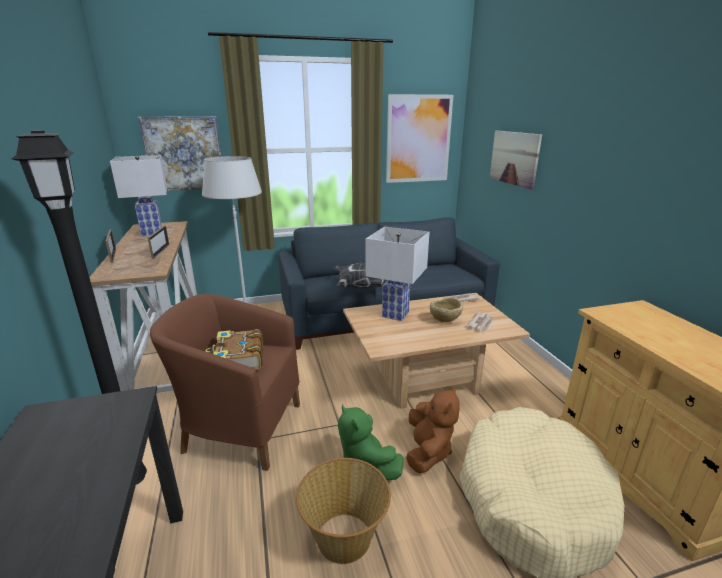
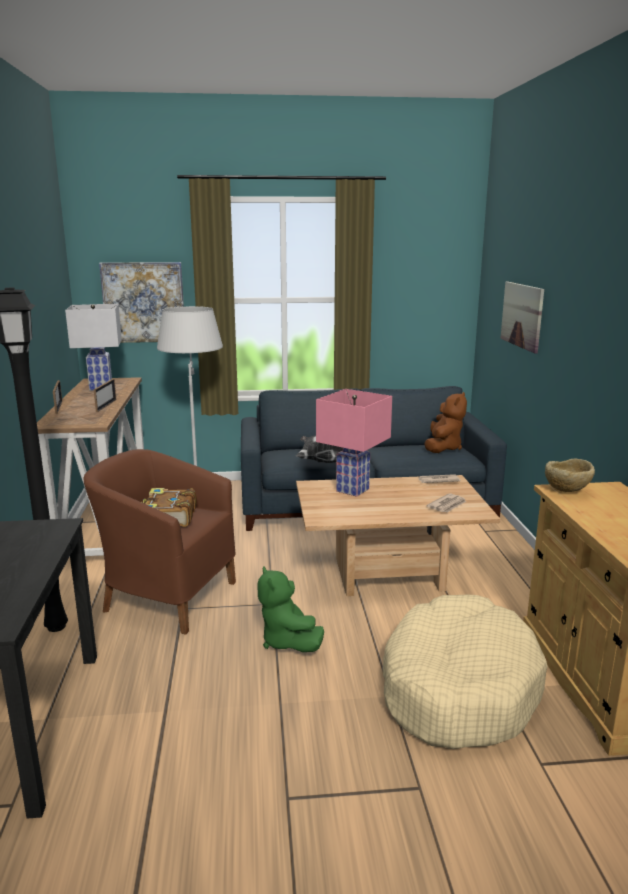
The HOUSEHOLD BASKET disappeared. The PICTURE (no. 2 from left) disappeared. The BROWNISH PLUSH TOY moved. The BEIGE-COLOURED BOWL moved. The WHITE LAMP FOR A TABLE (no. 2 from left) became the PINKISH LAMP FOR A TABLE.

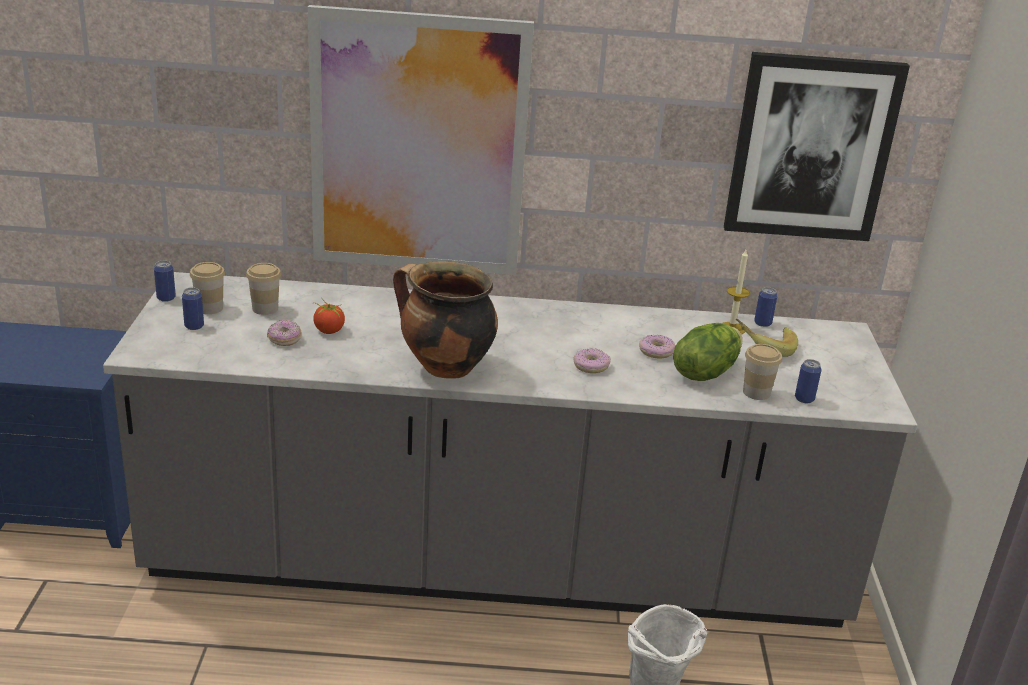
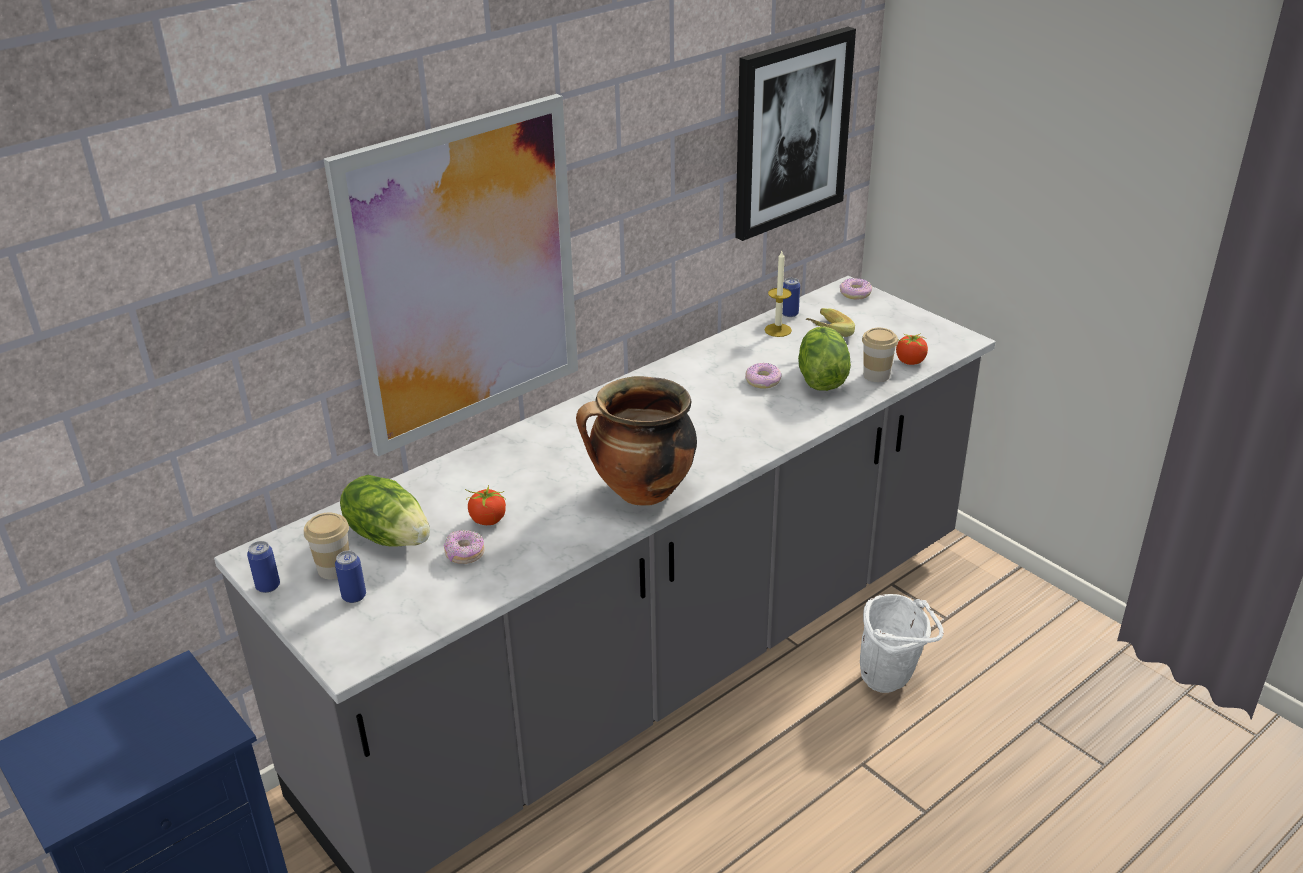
The RING DOUGHNUT (no. 2 from left in the first image) moved. The SMALL CUP (no. 2 from left) was replaced by the LETTUCE (no. 1 from left). The SEALED CAN (no. 4 from left) was replaced by the WHOLE TOMATO (no. 2 from left).

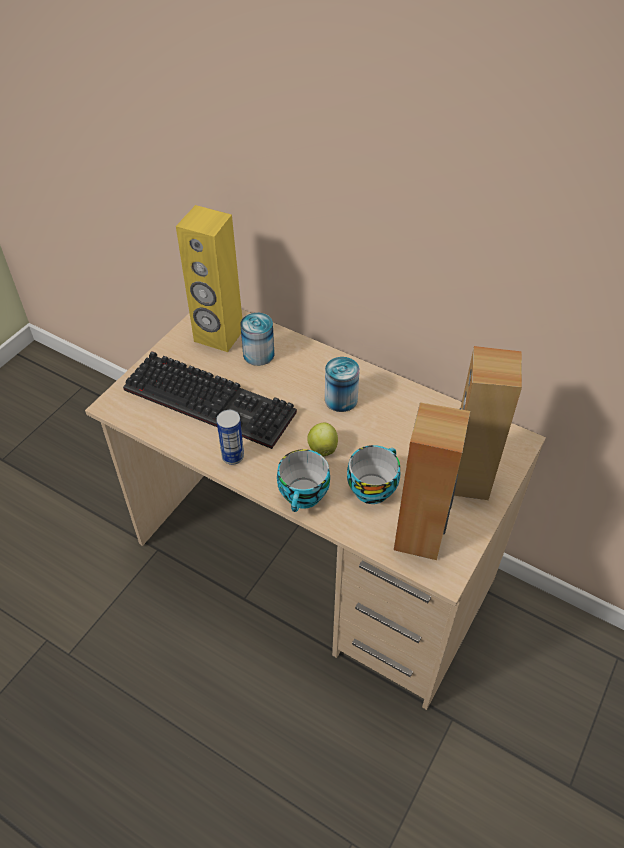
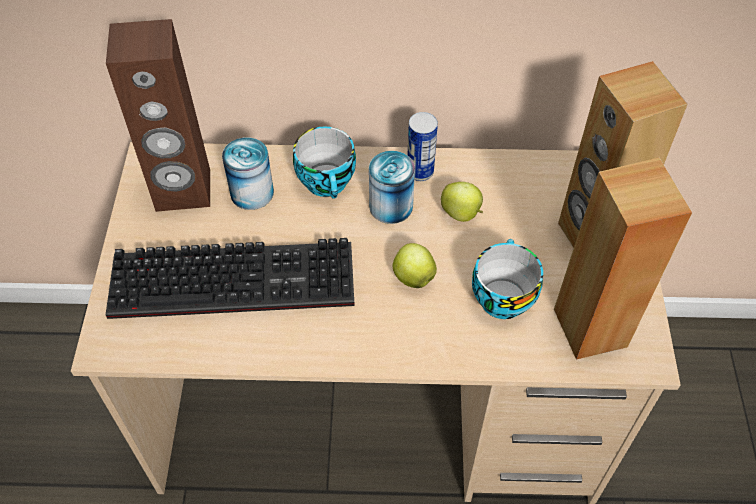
The APPLE FRUIT (no. 2 from left) appeared. The SEALED CAN (no. 1 from left in the first image) moved. The SMALL CUP (no. 1 from left) moved. The YELLOW-COLOURED AUDIO SPEAKER became the BROWNISH AUDIO SPEAKER (no. 1 from left).

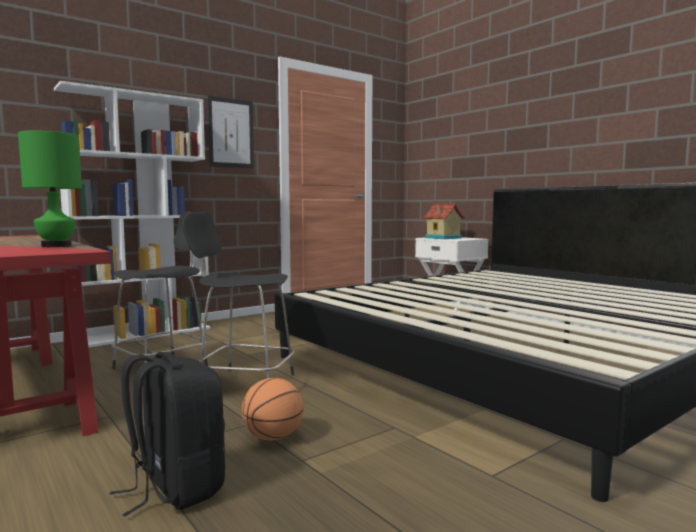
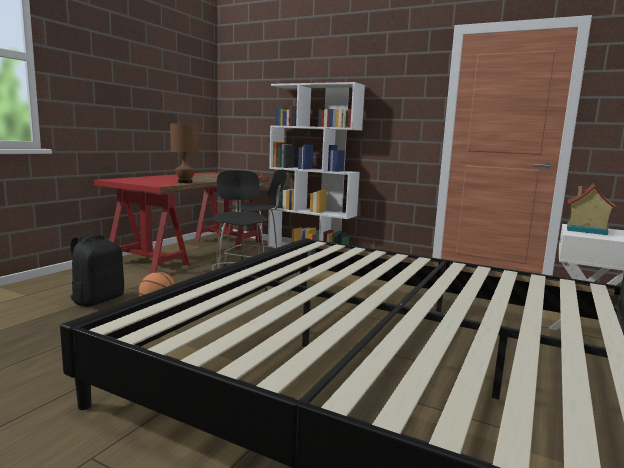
The PICTURE disappeared. The GREEN-COLOURED LAMP FOR A TABLE became the BROWNISH LAMP FOR A TABLE.

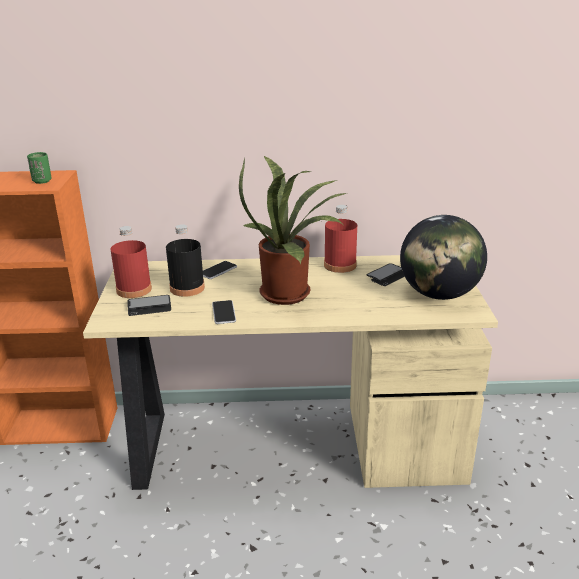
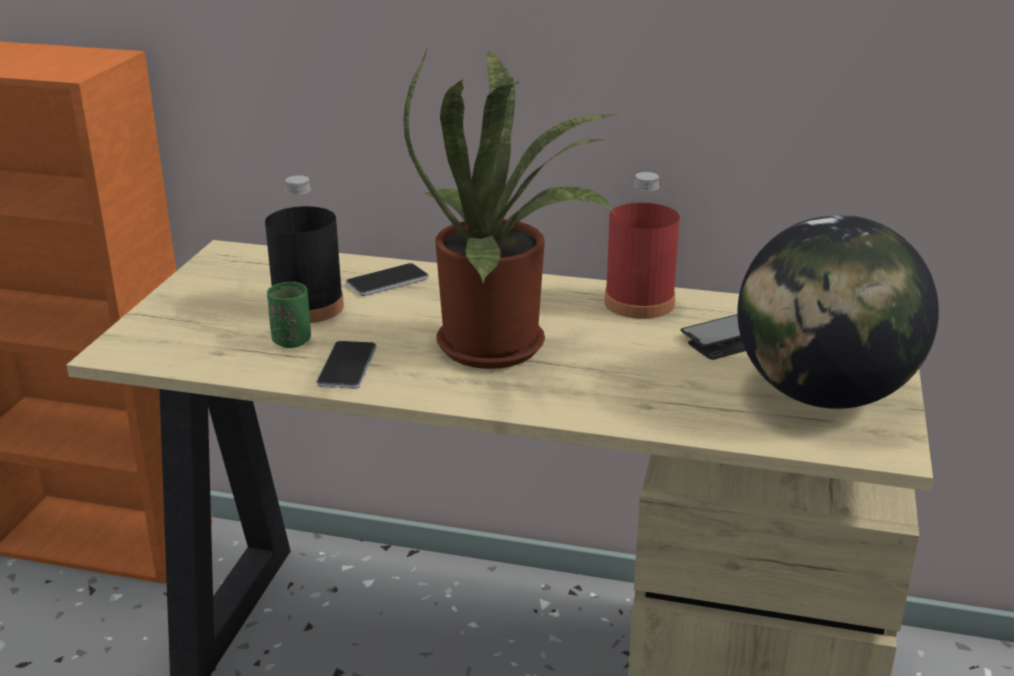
The REDDISH BOTTLE (no. 1 from left) disappeared. The TELEPHONE (no. 1 from left) disappeared. The GREEN-COLOURED SMALL CUP moved.

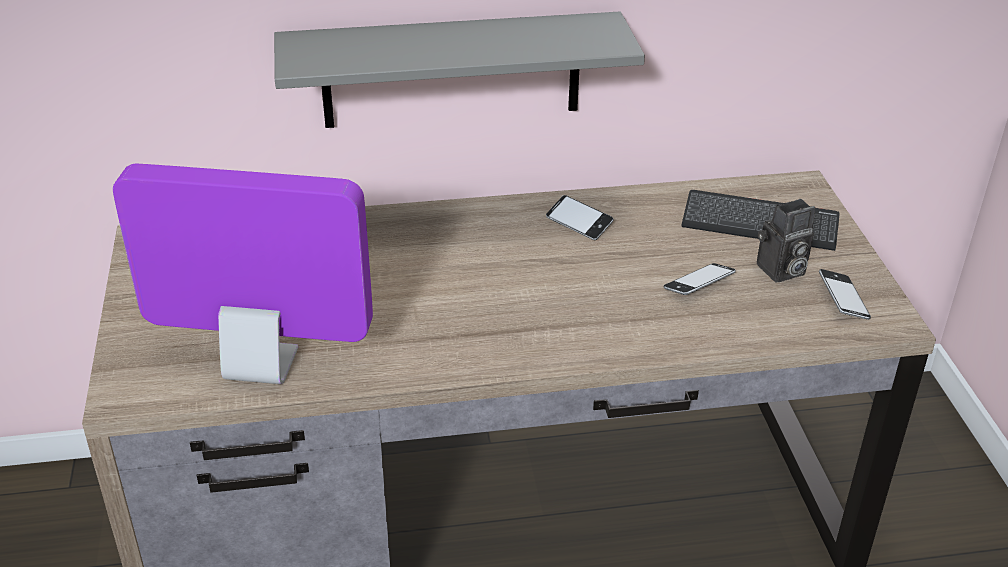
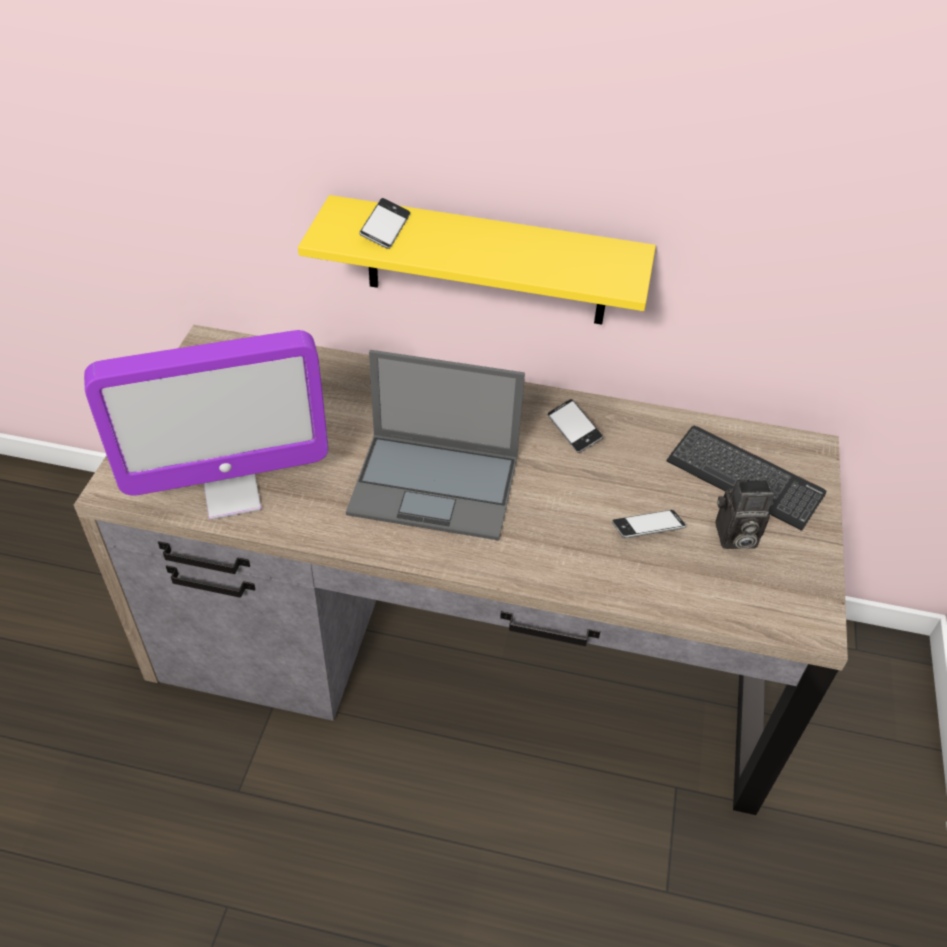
The NOTEBOOK COMPUTER appeared. The TELEPHONE (no. 3 from left in the first image) moved. The GREYISH WALL SHELF became the YELLOW-COLOURED WALL SHELF. The COMPUTER SCREEN turned 135 degrees clockwise.

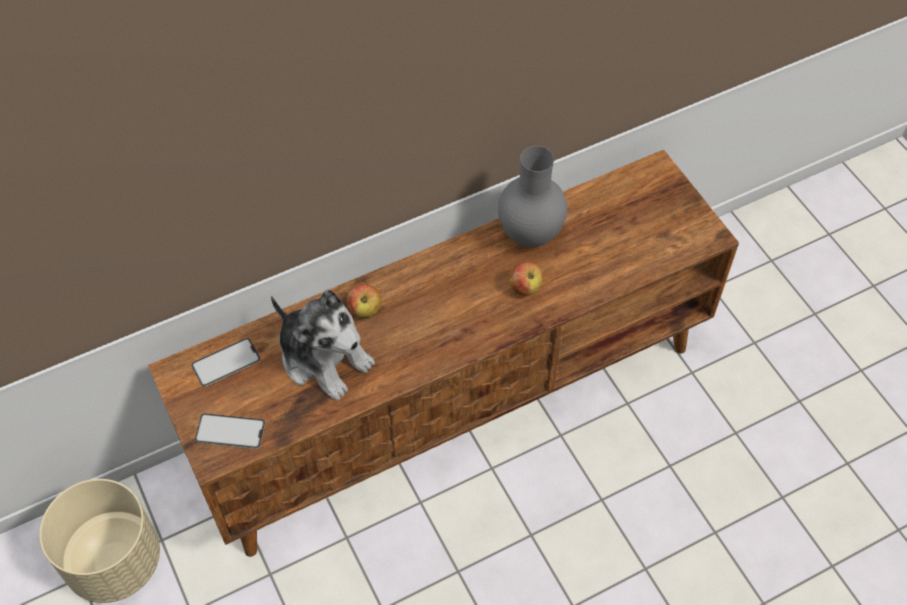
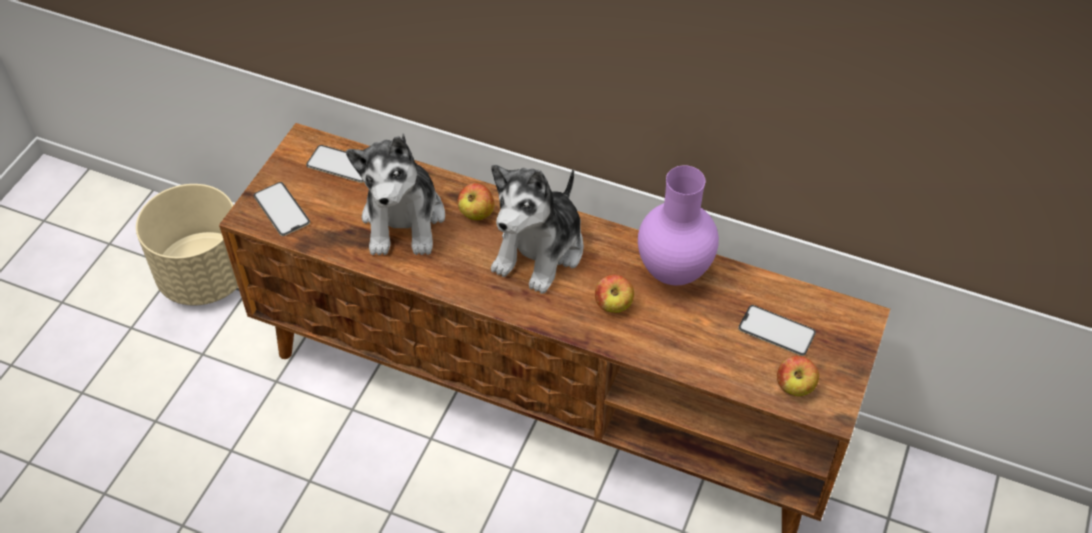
The PLUSH TOY (no. 2 from left) appeared. The TELEPHONE (no. 3 from left) appeared. The APPLE FRUIT (no. 3 from left) appeared. The GREYISH VASE became the PURPLE-COLOURED VASE.

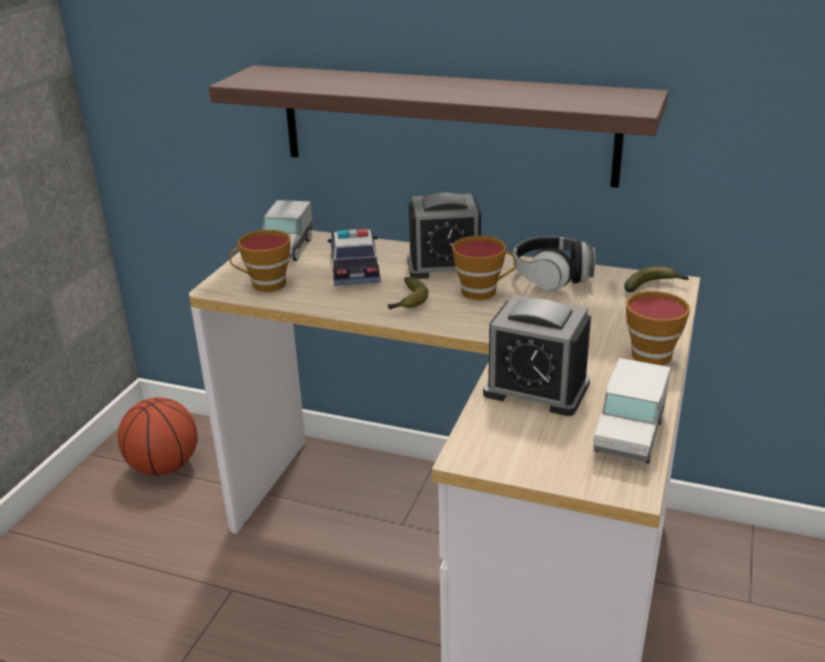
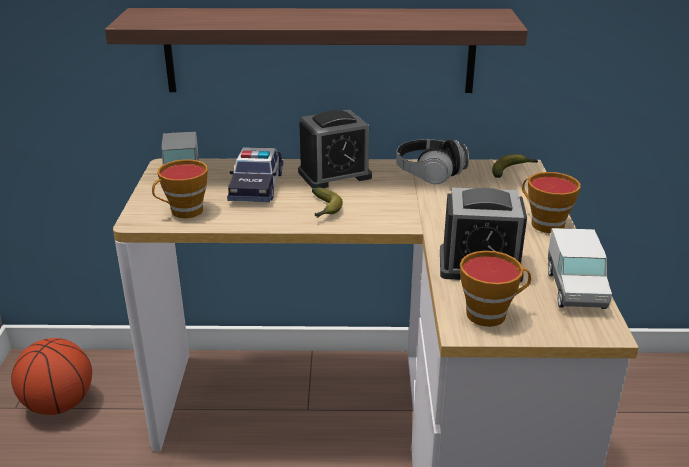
The SMALL CUP (no. 2 from left) moved. The MINIATURE CAR turned 150 degrees counterclockwise.

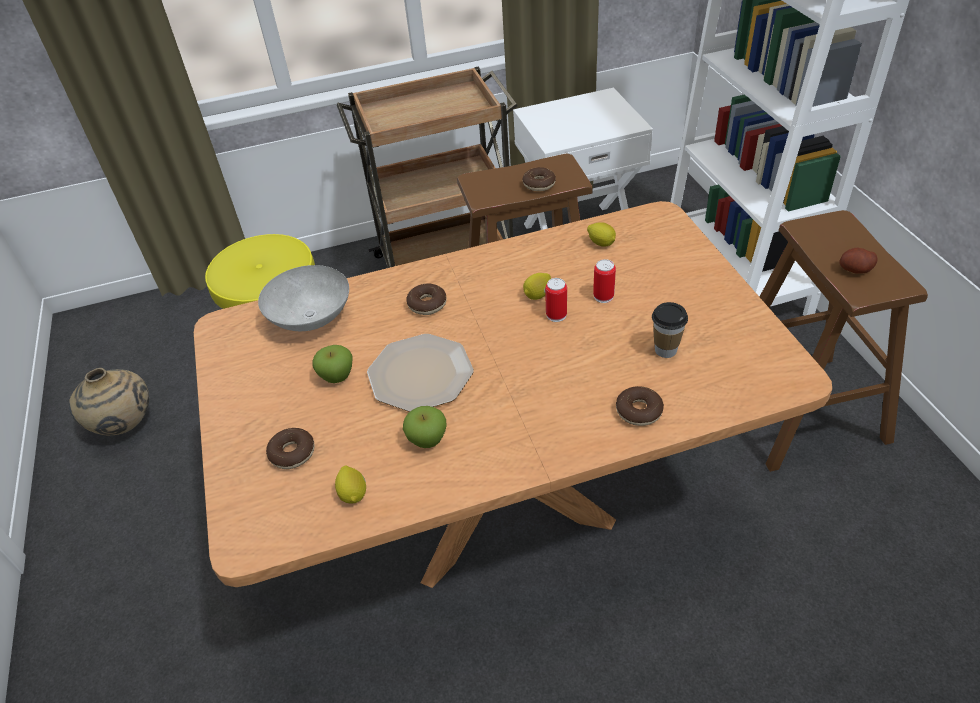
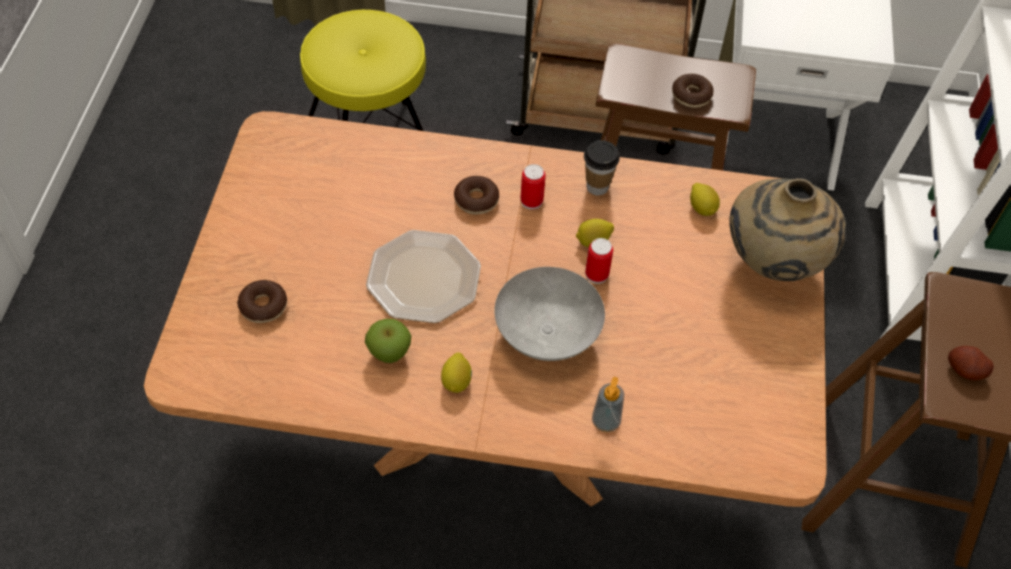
The APPLE FRUIT (no. 1 from left) disappeared. The BEIGE-COLOURED VASE moved. The GREYISH BOWL moved. The CITRUS FRUIT (no. 1 from left) moved. The SEALED CAN (no. 2 from left in the first image) moved. The SMALL CUP moved. The RING DOUGHNUT (no. 4 from left) was replaced by the SOAP DISPENSER.

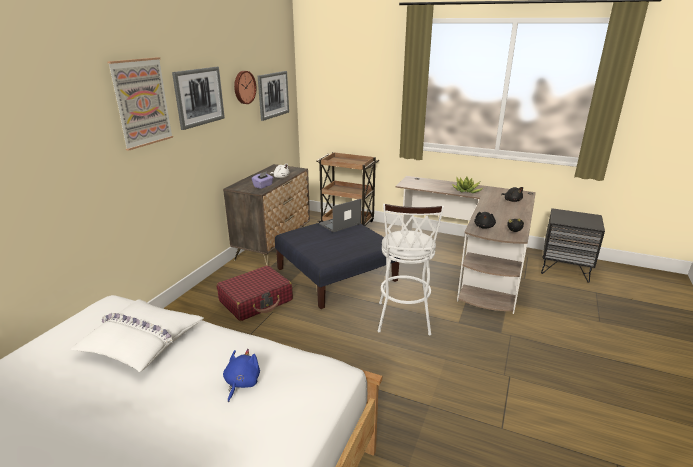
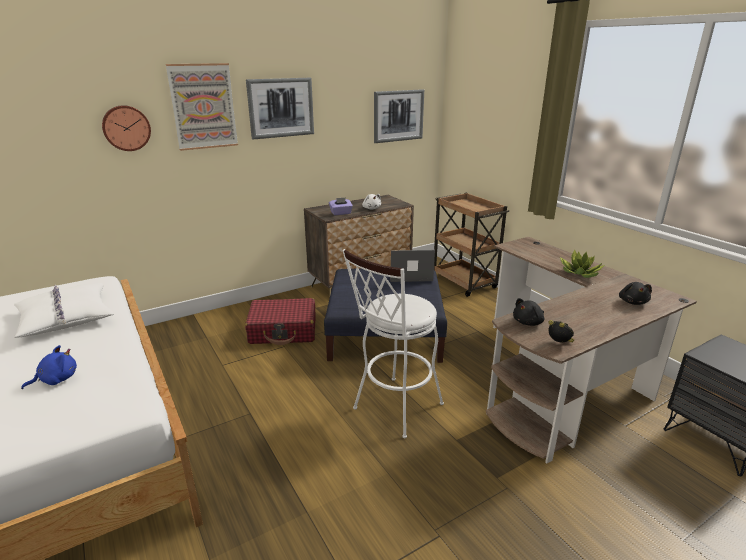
The WALL CLOCK moved.

